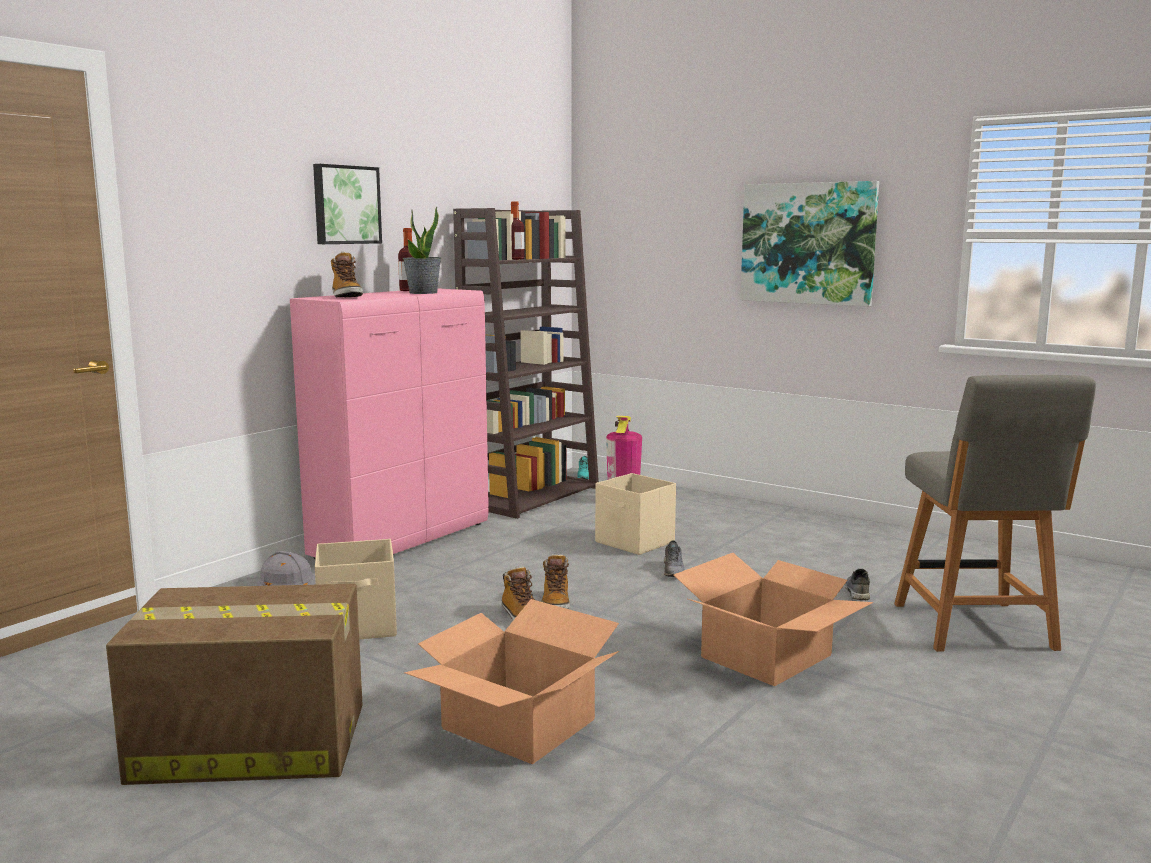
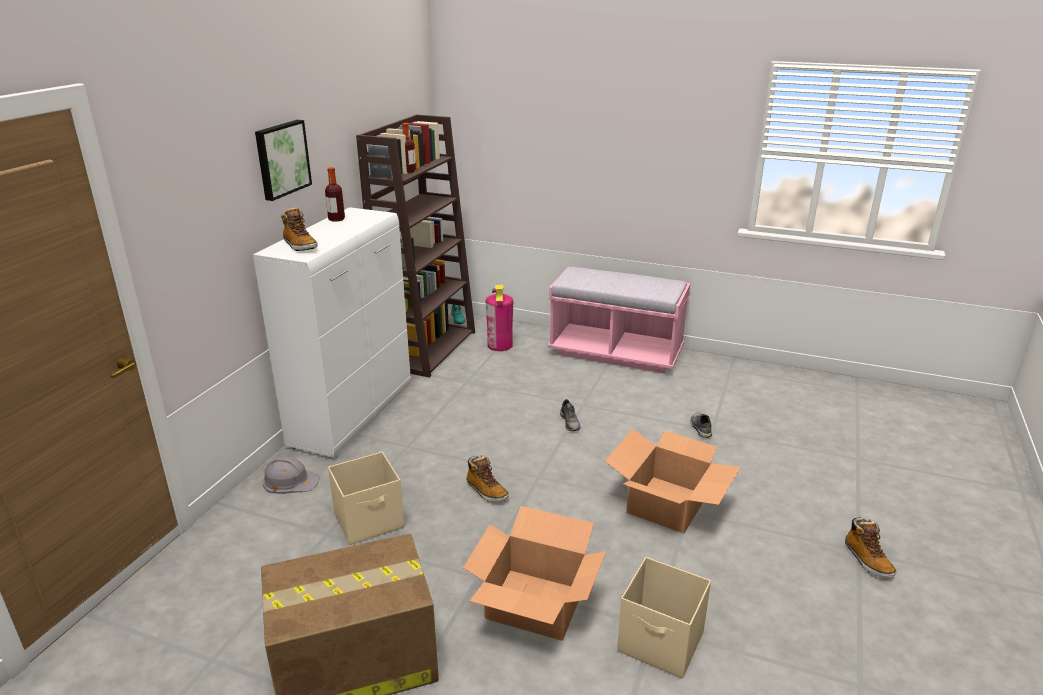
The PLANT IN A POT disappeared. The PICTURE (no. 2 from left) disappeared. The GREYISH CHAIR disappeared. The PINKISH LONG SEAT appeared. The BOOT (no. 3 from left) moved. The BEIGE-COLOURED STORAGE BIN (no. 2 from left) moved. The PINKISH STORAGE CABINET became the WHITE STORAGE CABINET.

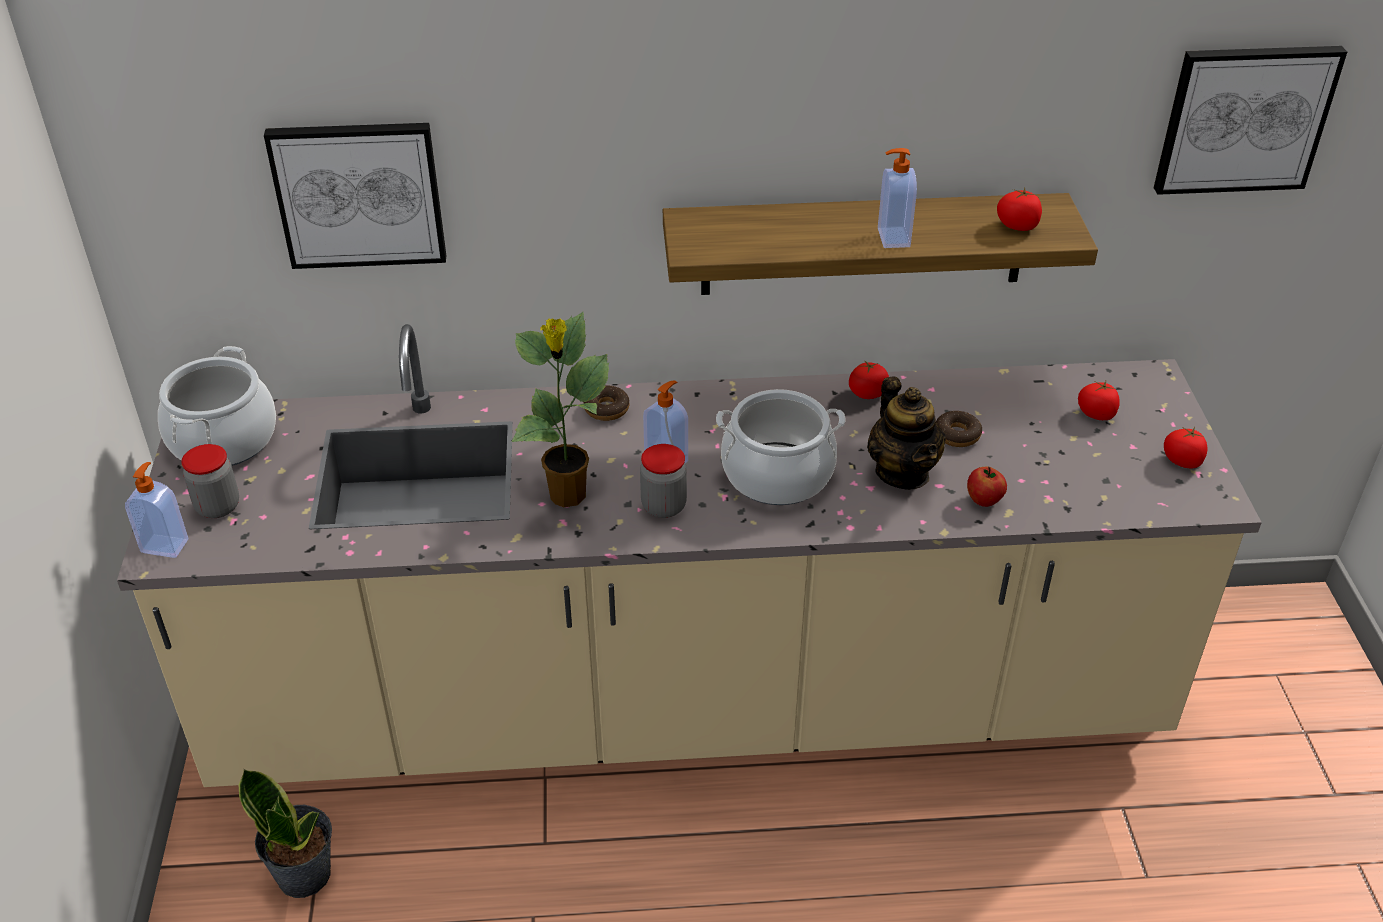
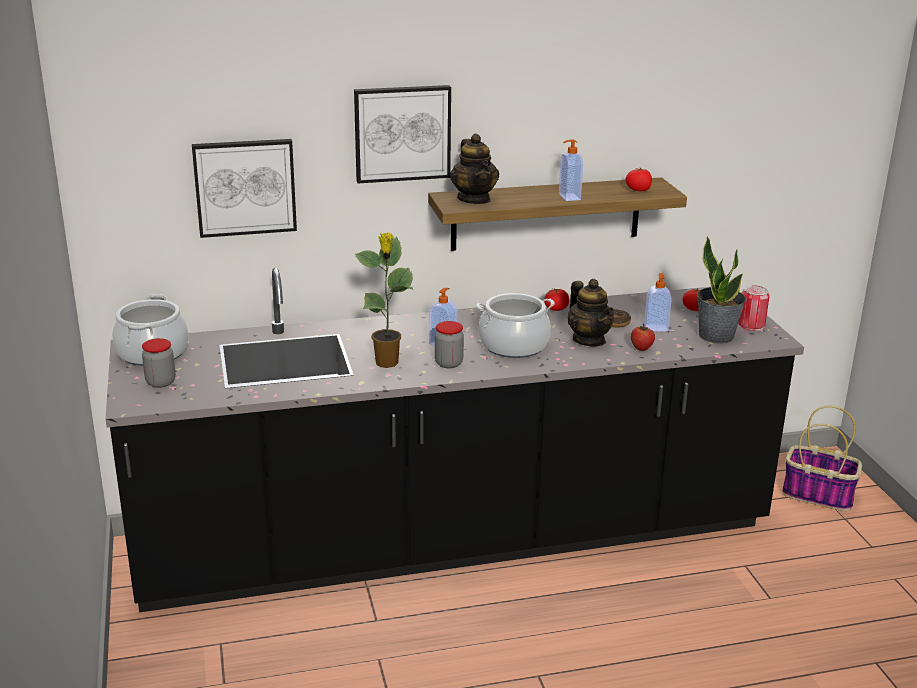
The RING DOUGHNUT (no. 1 from left) disappeared. The POT FOR TEA (no. 1 from left) appeared. The HOUSEHOLD BASKET appeared. The SOAP DISPENSER (no. 1 from left in the first image) moved. The PLANT IN A POT (no. 1 from left in the first image) moved. The PICTURE (no. 2 from left) moved. The WHOLE TOMATO (no. 4 from left) was replaced by the SEALED CAN. The BEIGE-COLOURED KITCHEN BASE UNIT became the BLACKISH KITCHEN BASE UNIT.

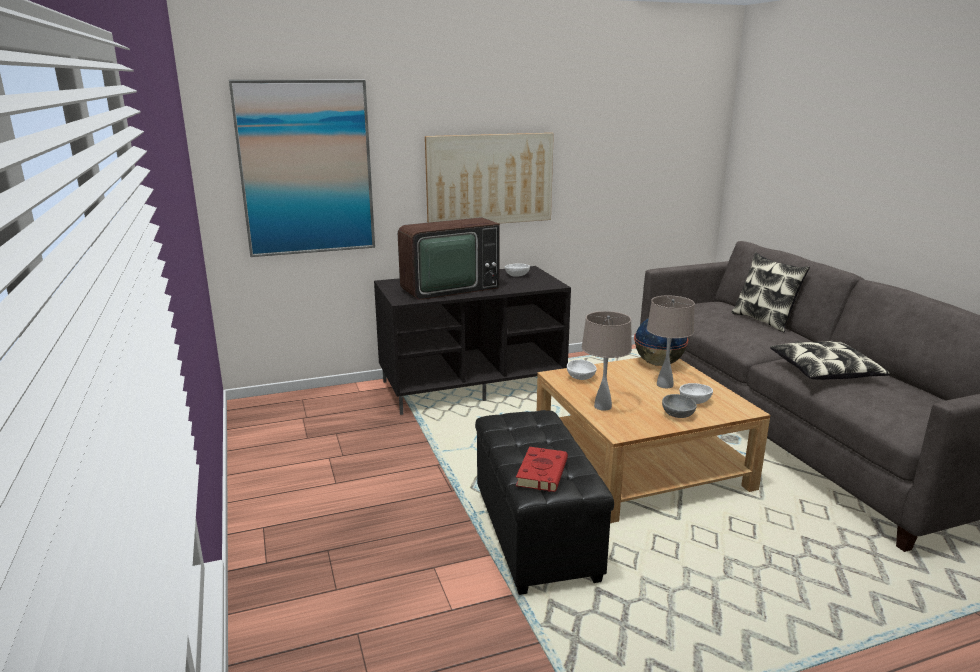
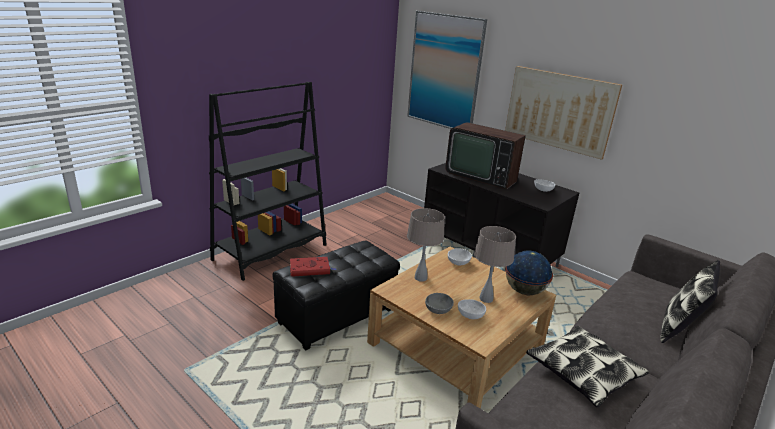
The BLACKISH BOOKSHELF appeared.

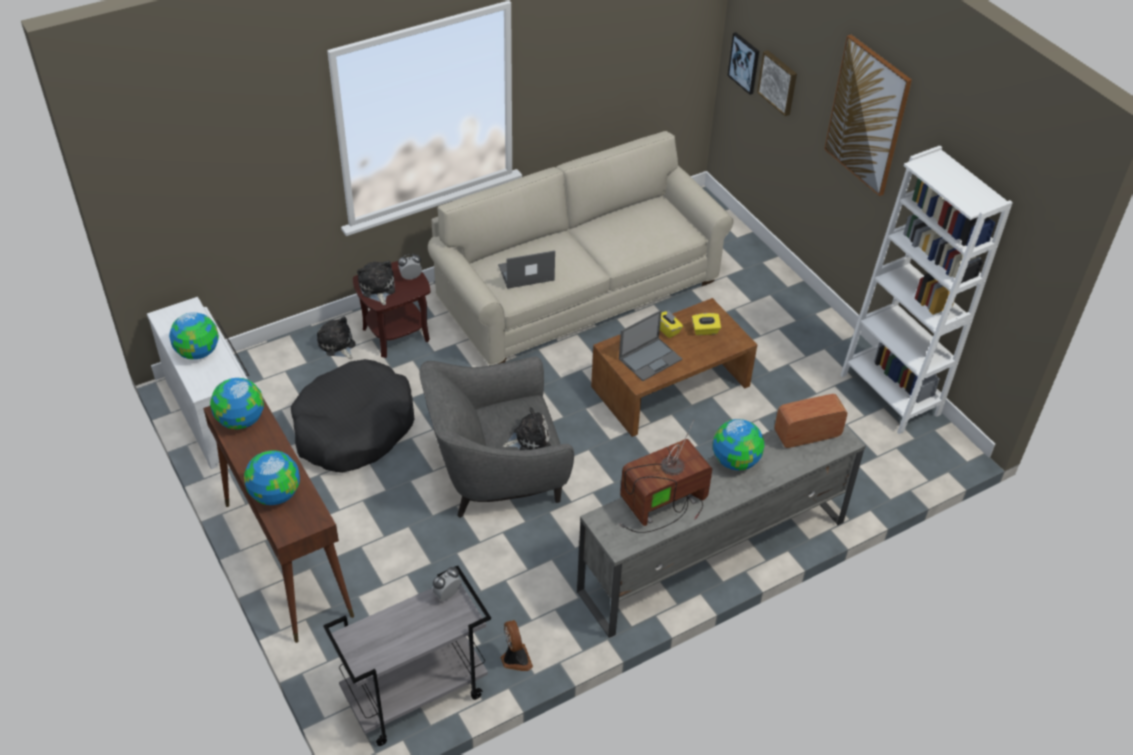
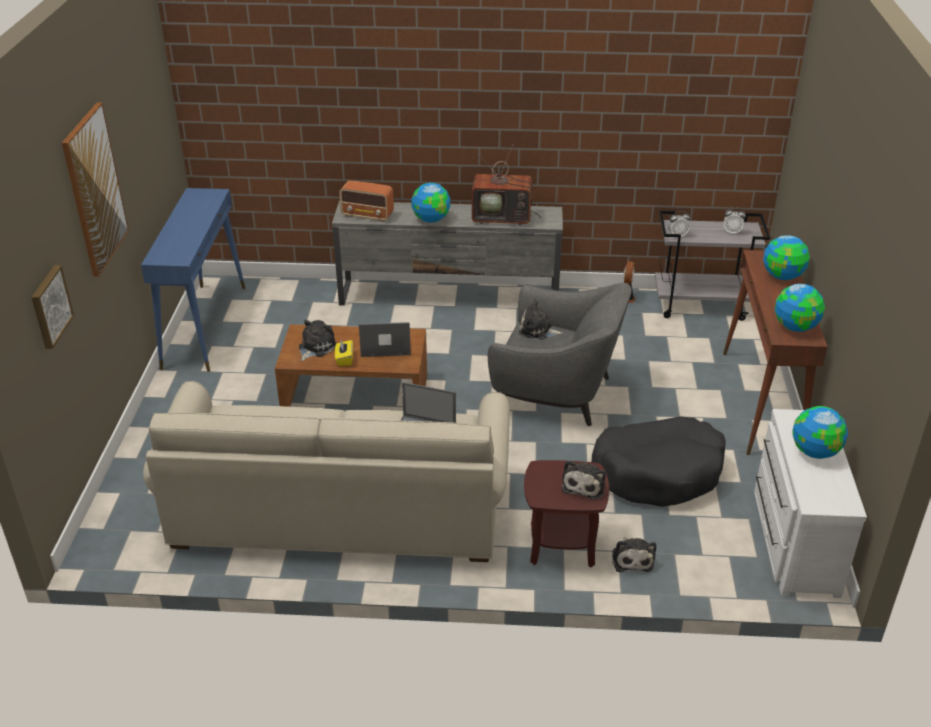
The PICTURE (no. 1 from left) disappeared. The ALARM CLOCK (no. 1 from left in the first image) moved. The YELLOW-COLOURED BOX OF TISSUES (no. 2 from left) was replaced by the PLUSH TOY (no. 1 from left). The WHITE BOOKSHELF was replaced by the BLUISH HALL TABLE.

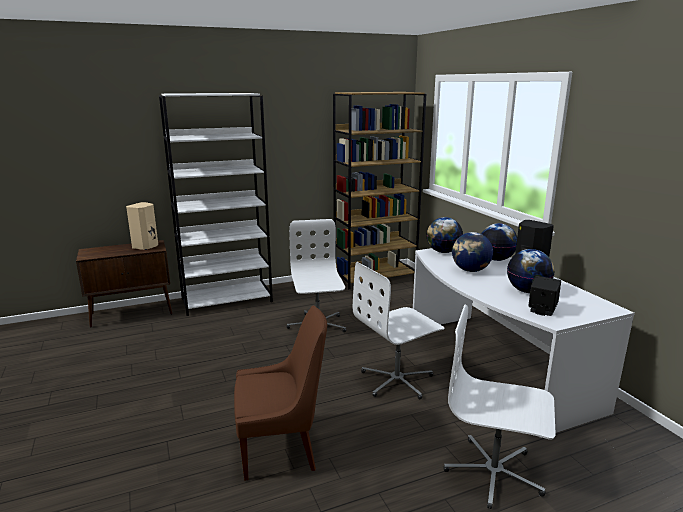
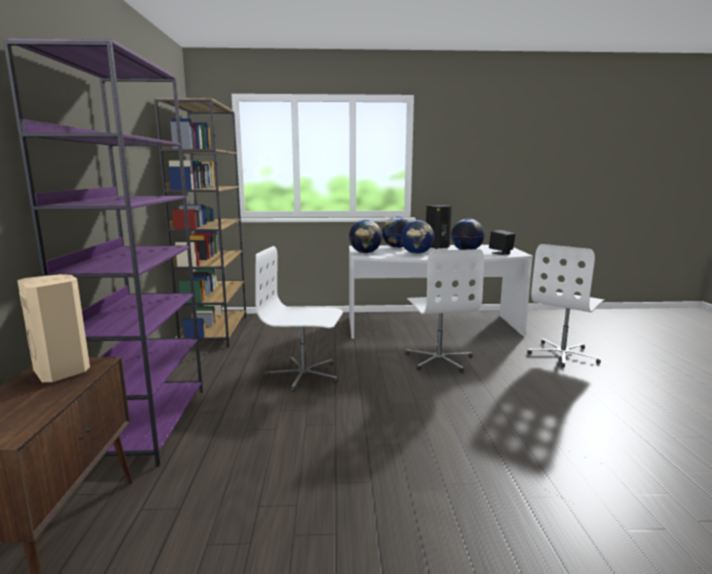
The BROWNISH CHAIR disappeared. The WHITE BOOKSHELF became the PURPLE-COLOURED BOOKSHELF.

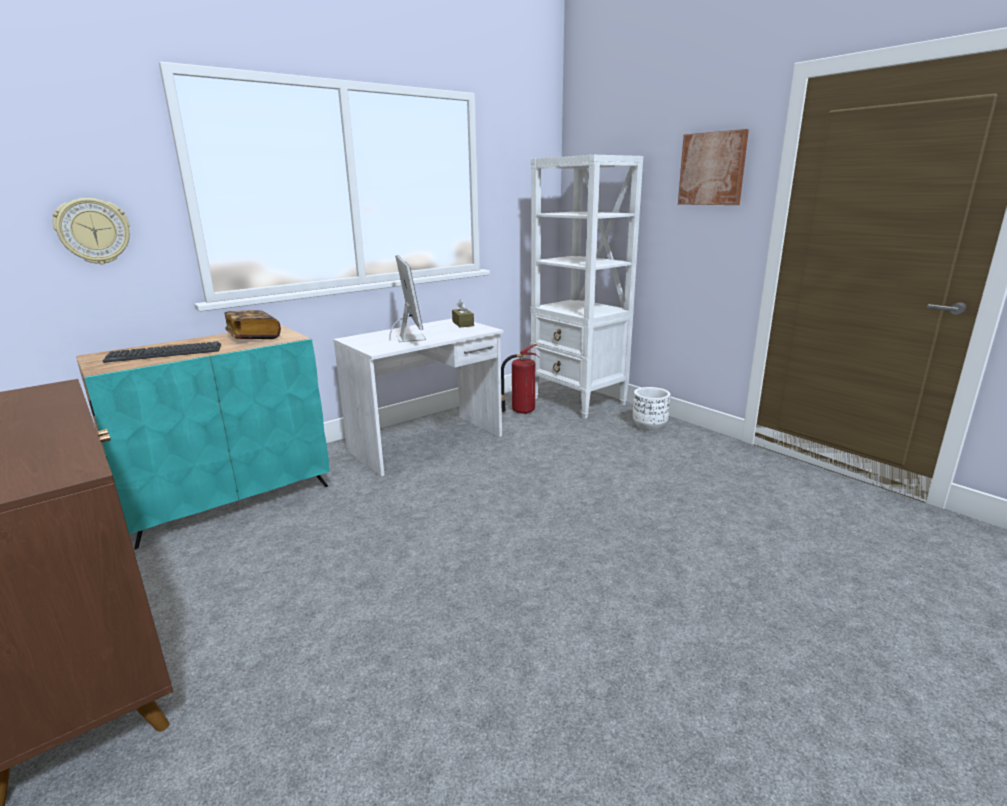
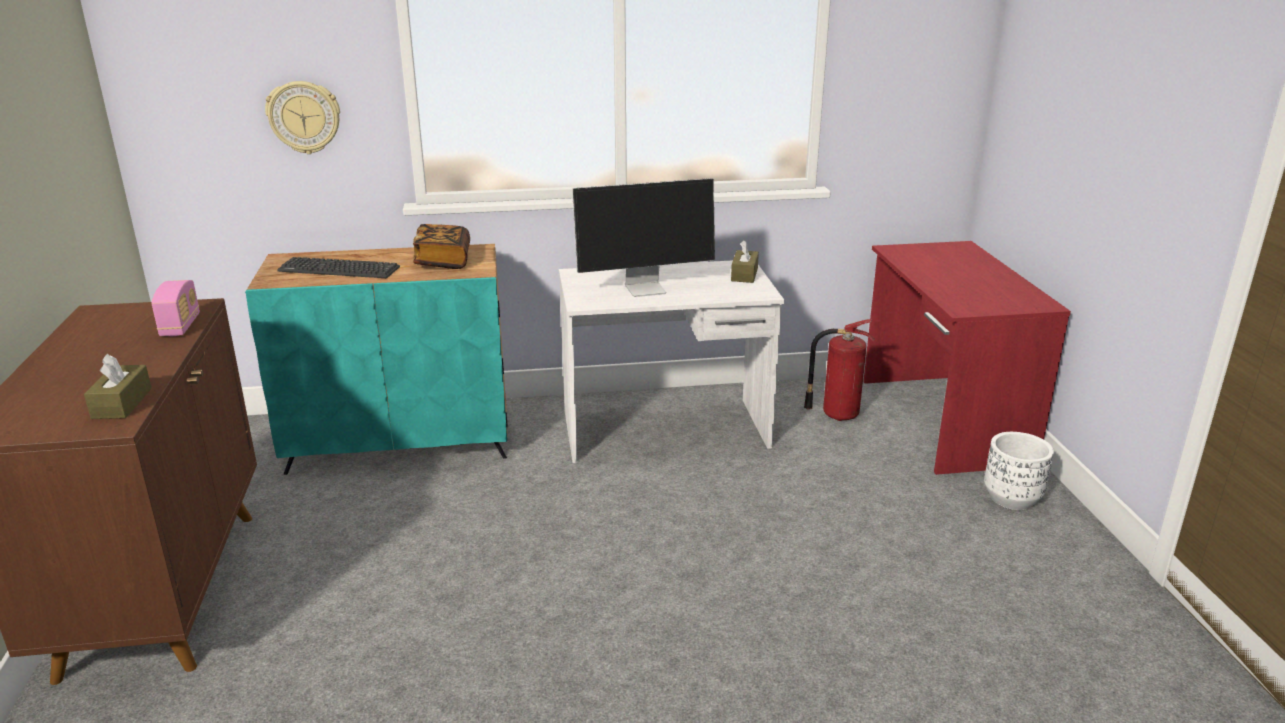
The PICTURE disappeared. The BROWNISH BOX OF TISSUES (no. 1 from left) appeared. The RADIO SET appeared. The WHITE BOOKSHELF was replaced by the REDDISH DESK UNIT. The COMPUTER SCREEN turned 60 degrees clockwise.

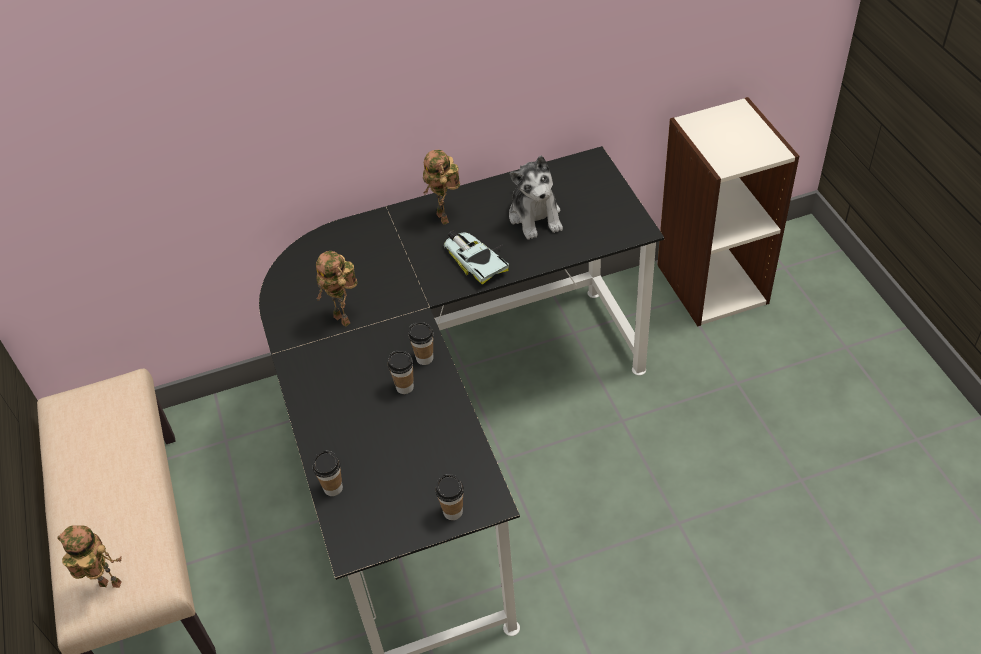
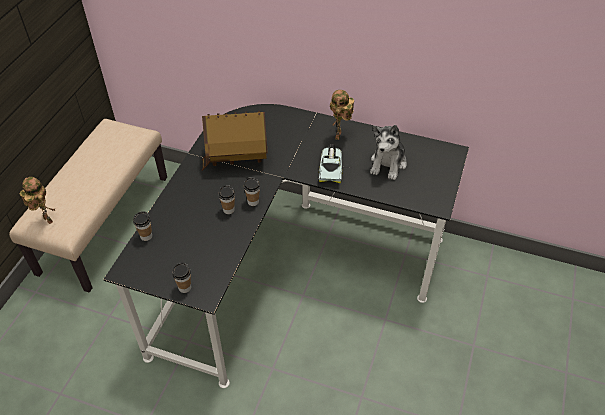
The BOOKSHELF disappeared. The TOY ROBOT (no. 2 from left) was replaced by the MODEL HOUSE.

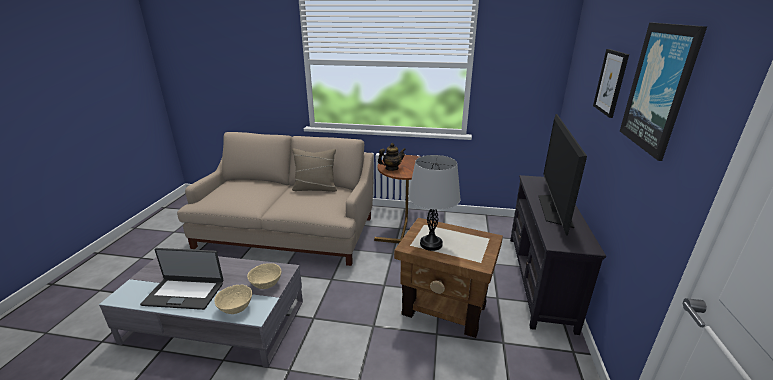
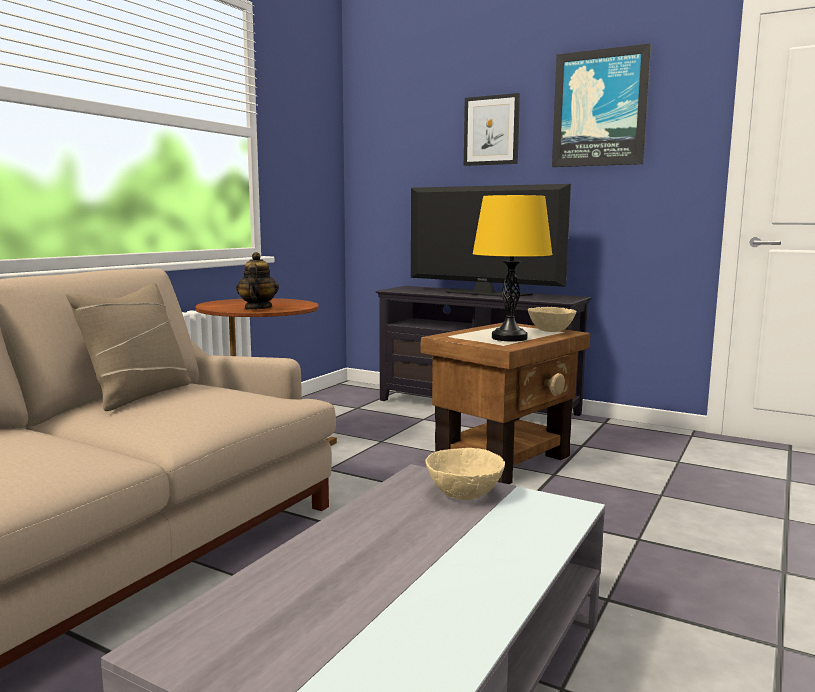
The NOTEBOOK COMPUTER disappeared. The BEIGE-COLOURED BOWL (no. 1 from left in the first image) moved. The GREYISH LAMP FOR A TABLE became the YELLOW-COLOURED LAMP FOR A TABLE.

